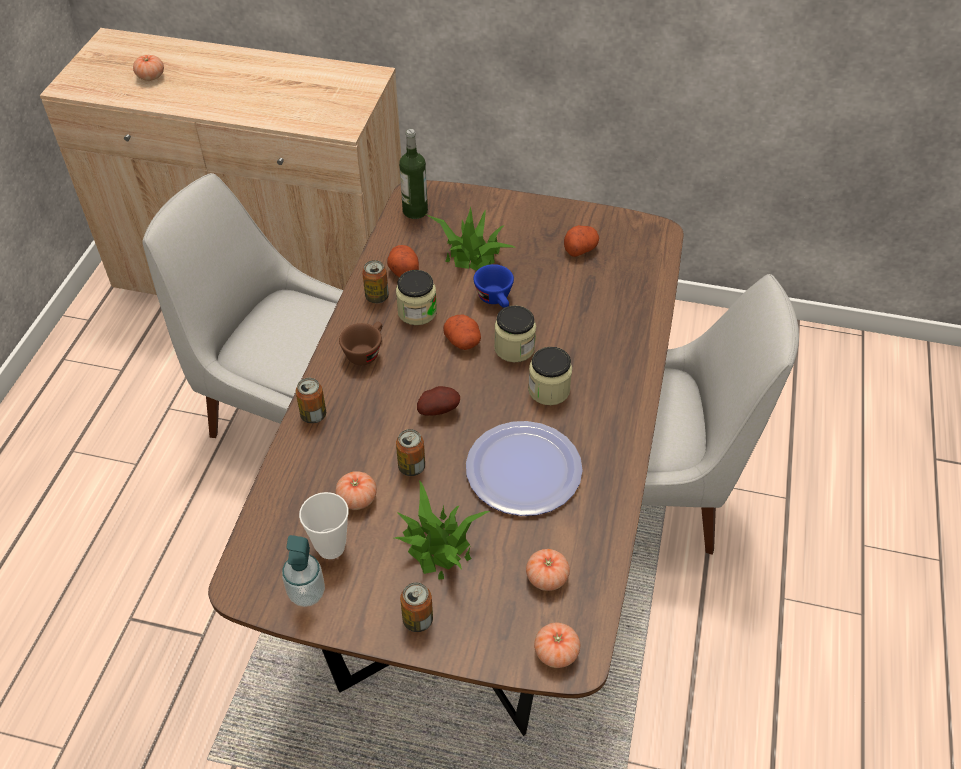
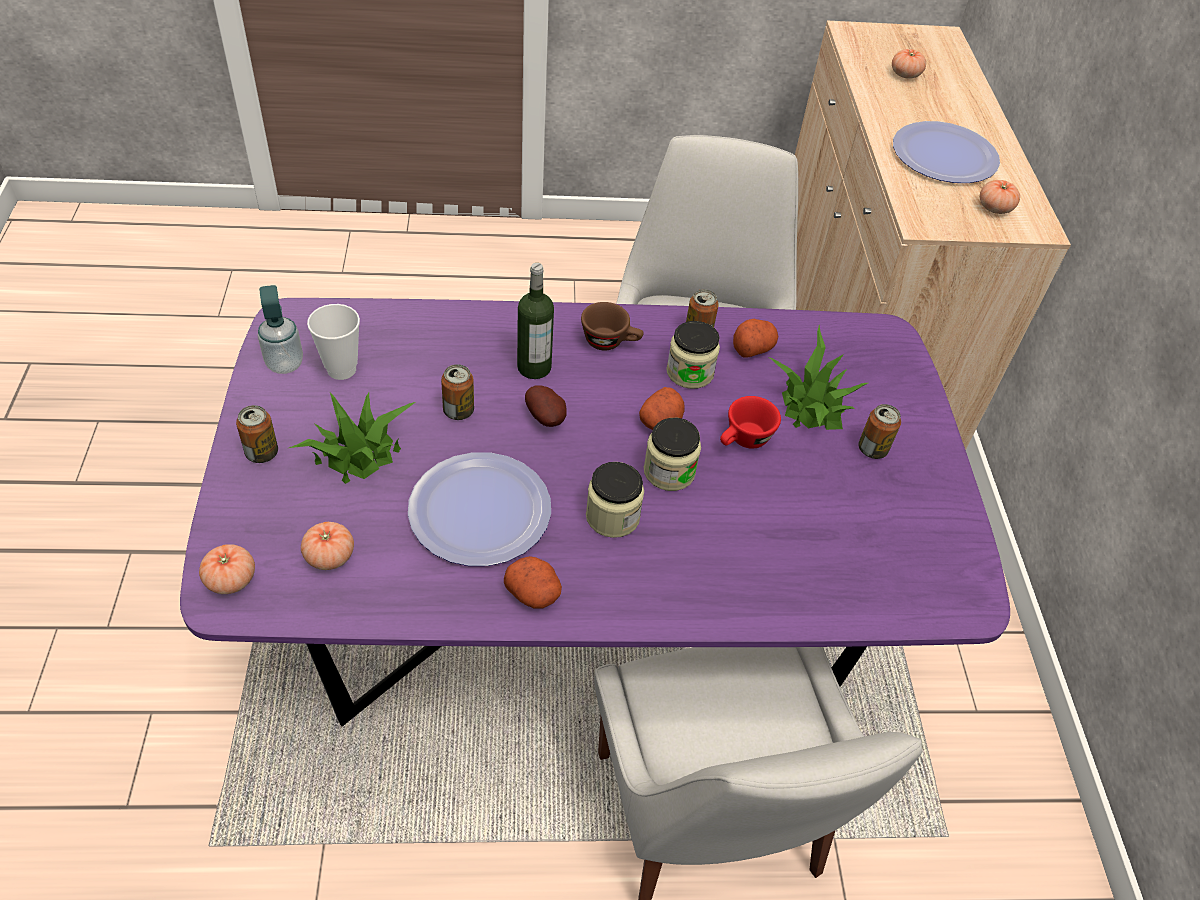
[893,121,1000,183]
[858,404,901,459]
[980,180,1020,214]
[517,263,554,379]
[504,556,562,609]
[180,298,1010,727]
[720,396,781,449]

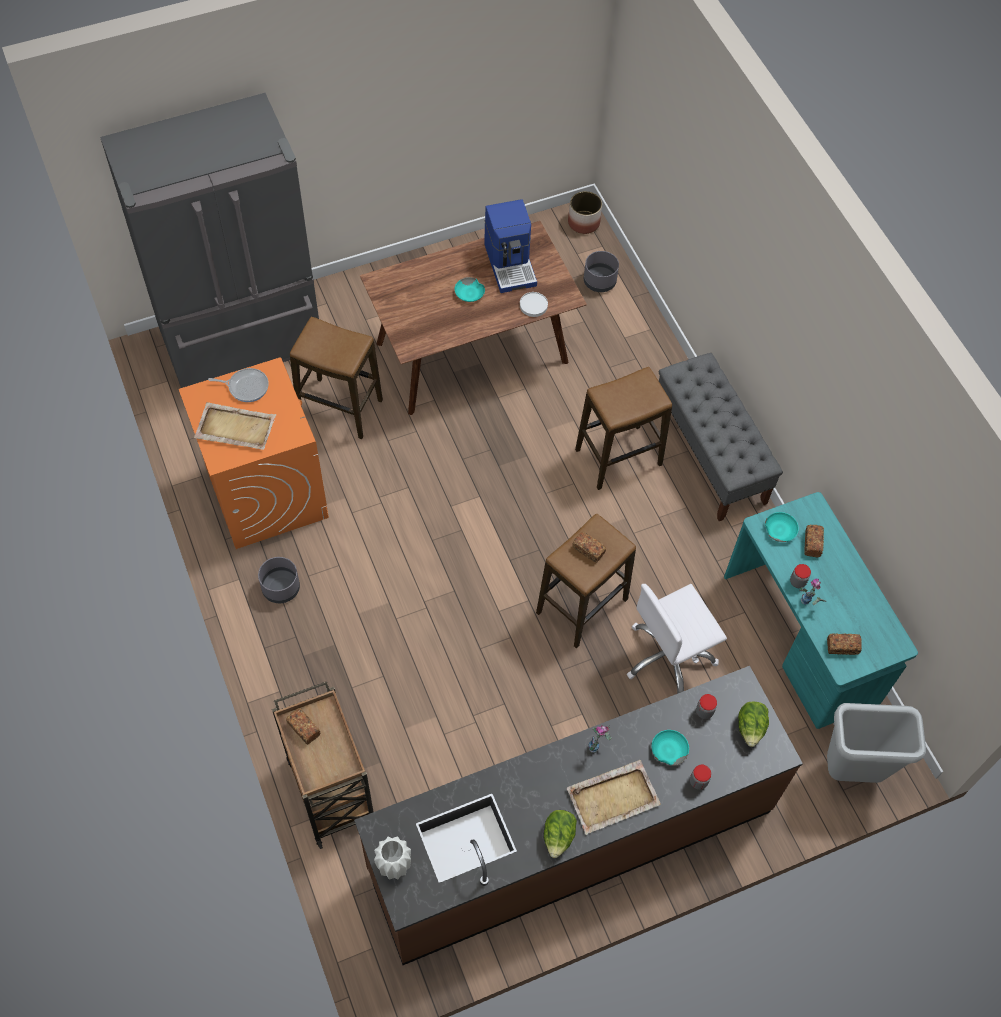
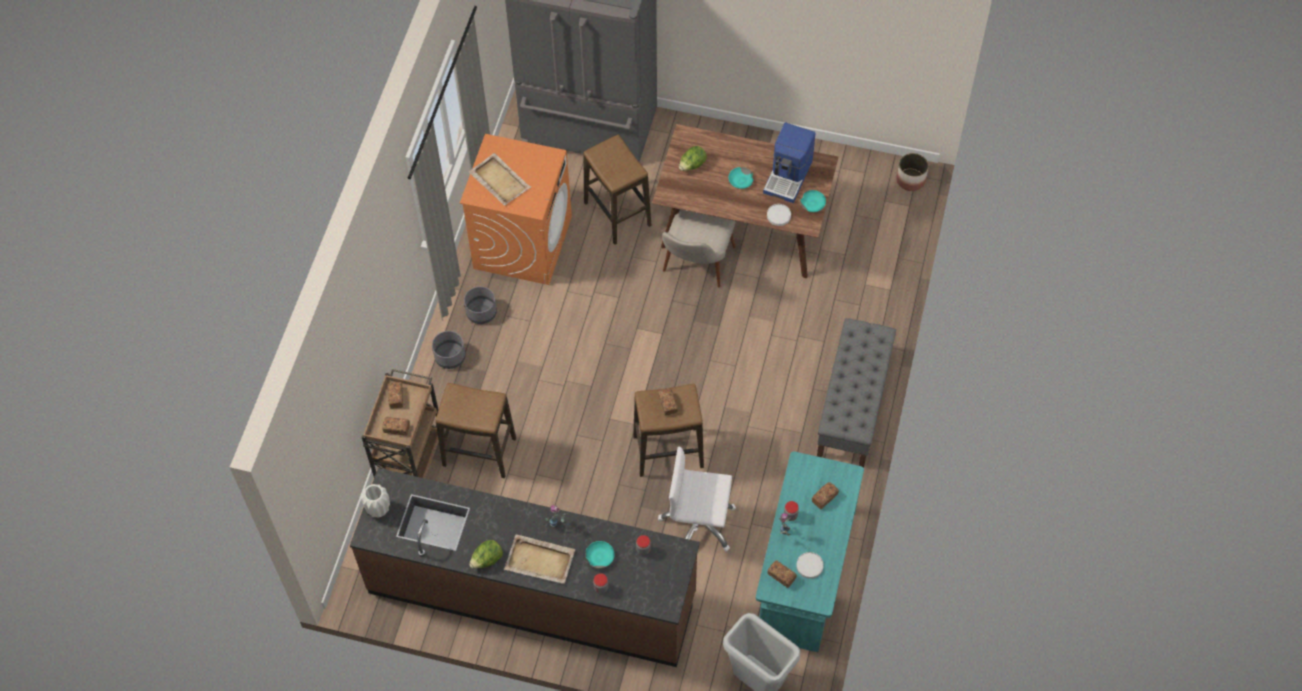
[208,368,269,402] (first image)
[382,417,410,435]
[662,209,736,288]
[796,552,824,579]
[436,383,516,478]
[432,331,466,369]
[679,146,707,171]
[800,190,826,212]

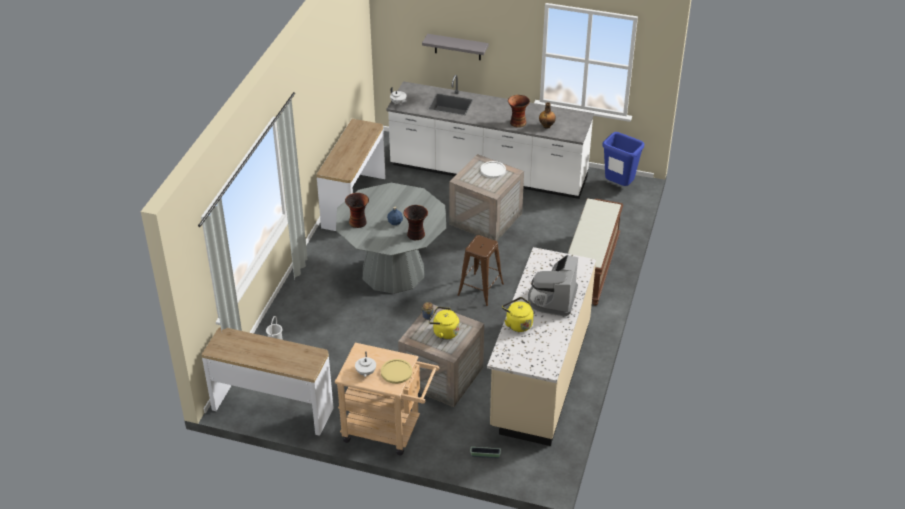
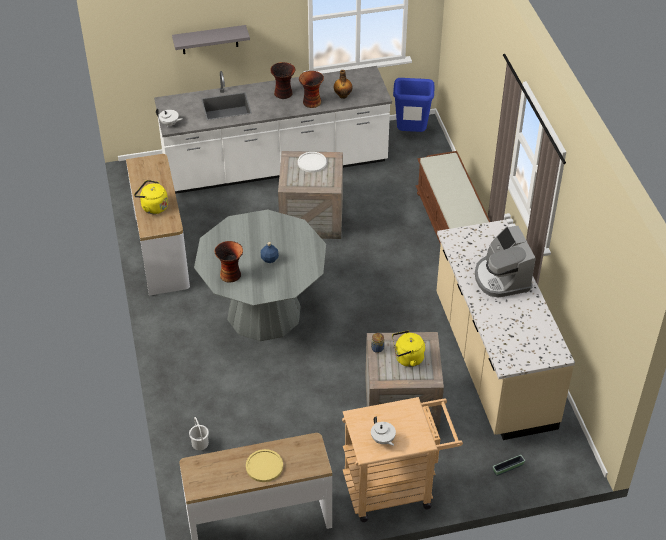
[458,235,504,306] (first image)
[246,449,283,482]
[270,62,295,99]
[134,180,168,214]

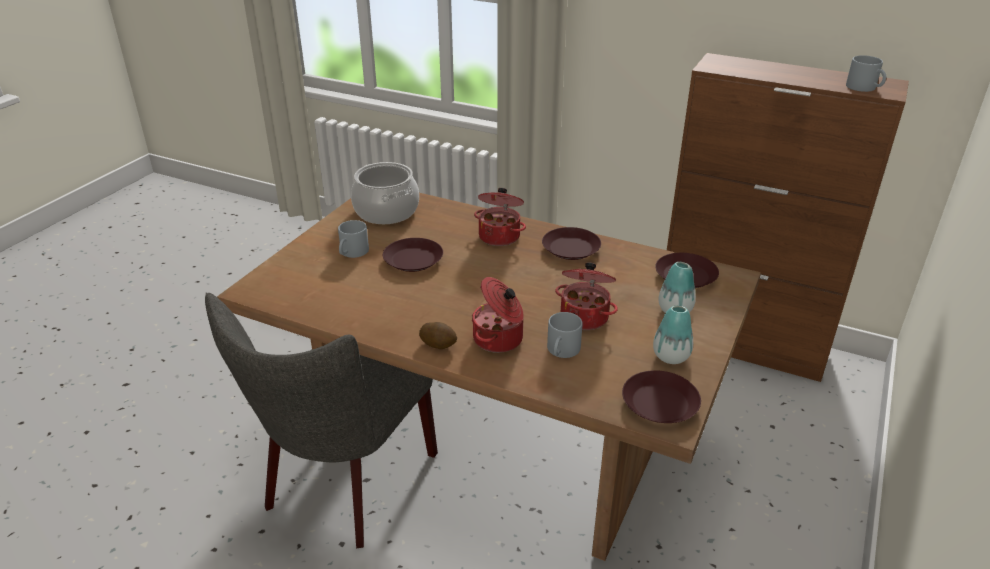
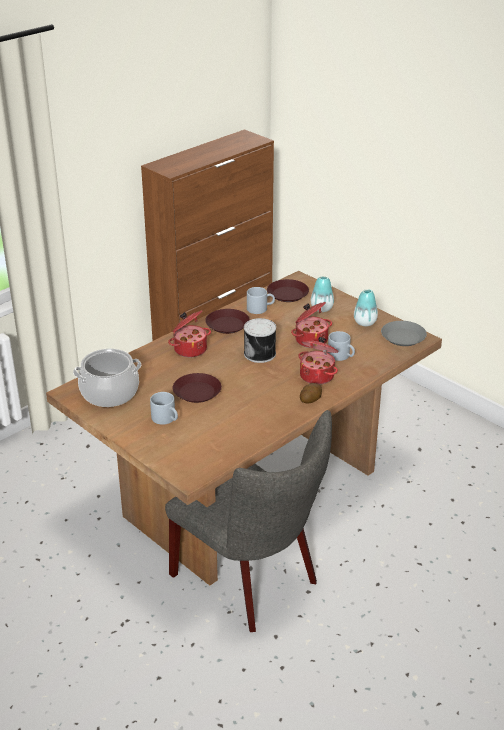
[244,318,276,363]
[247,287,275,314]
[381,321,427,346]

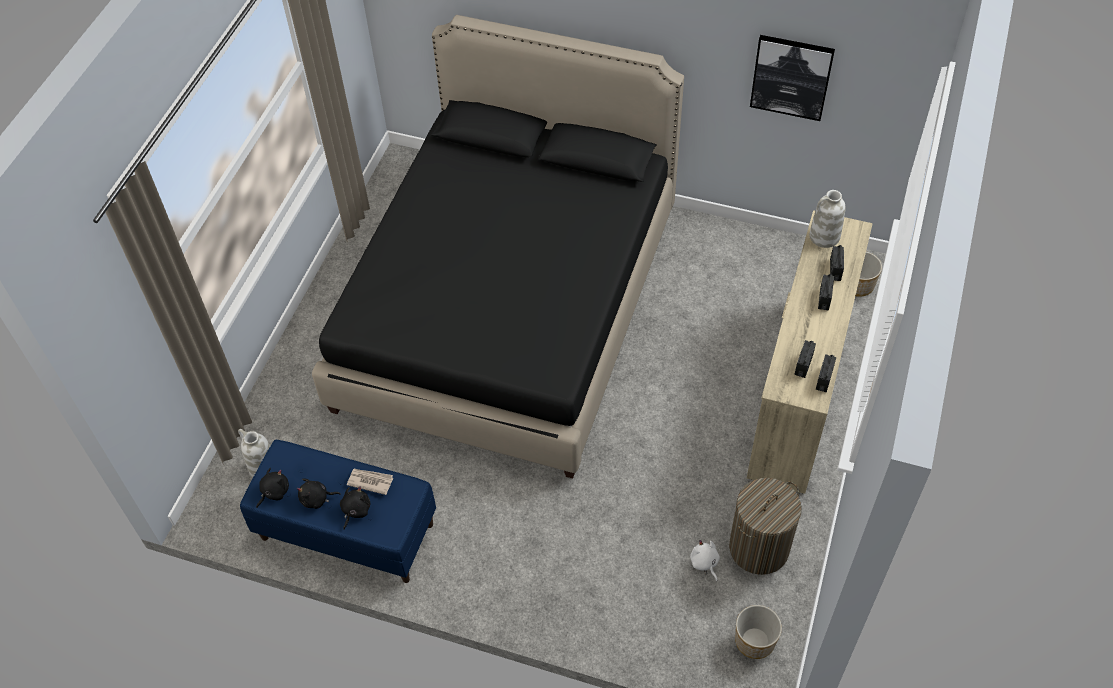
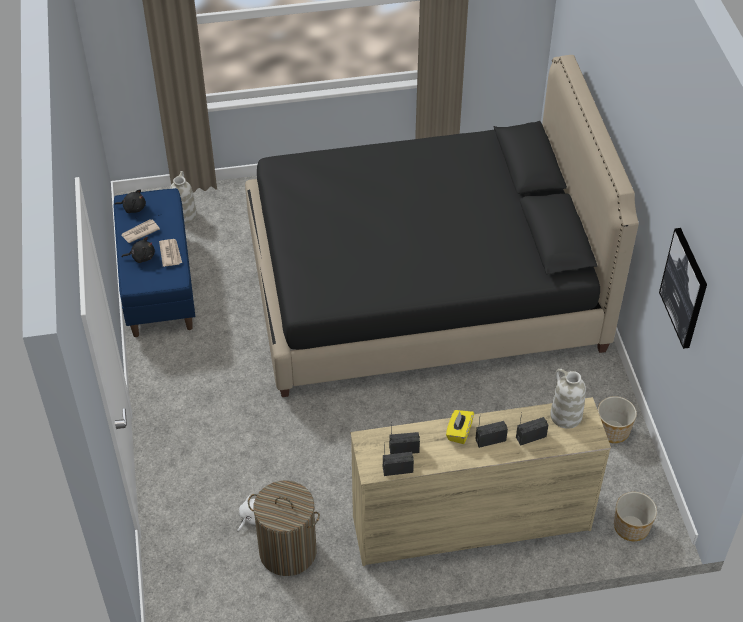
[446,410,474,444]
[598,396,637,443]
[121,219,160,243]

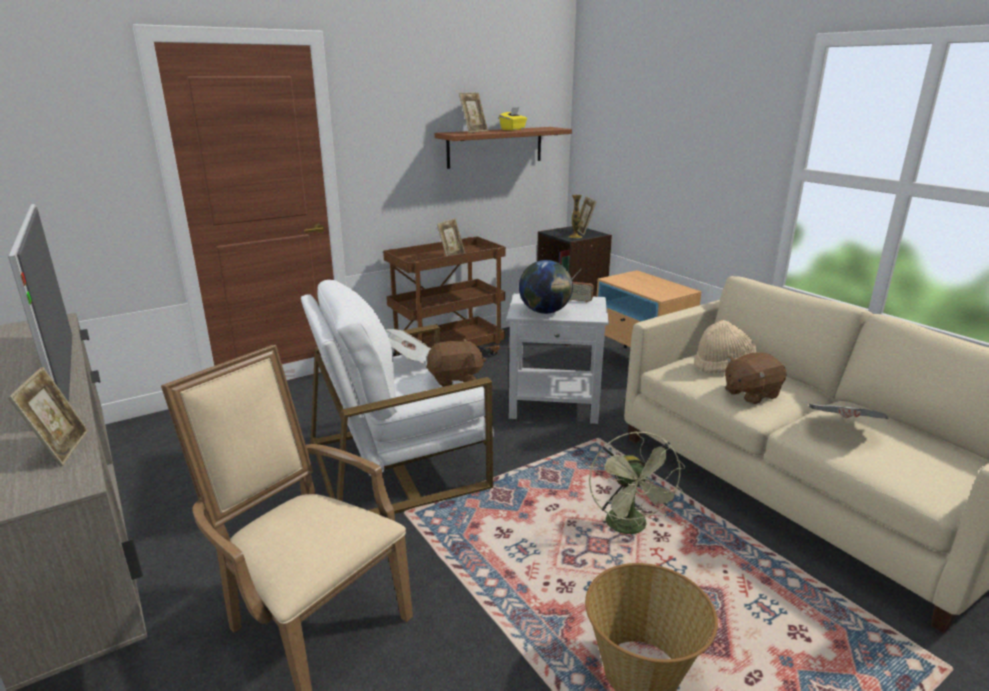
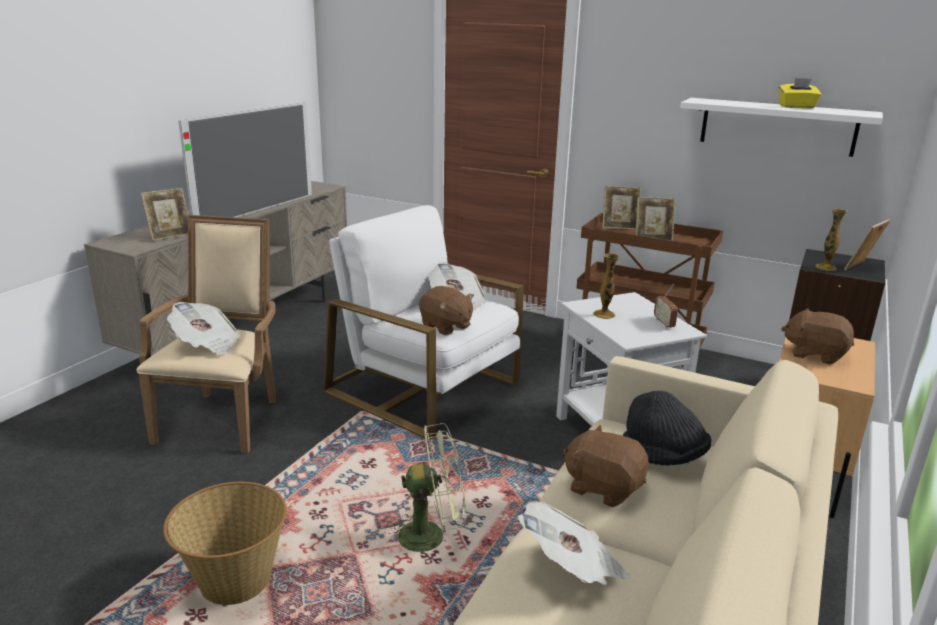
[167,302,241,355]
[781,308,854,365]
[602,186,641,230]
[593,253,620,319]
[680,98,883,157]
[622,391,711,466]
[384,423,466,554]

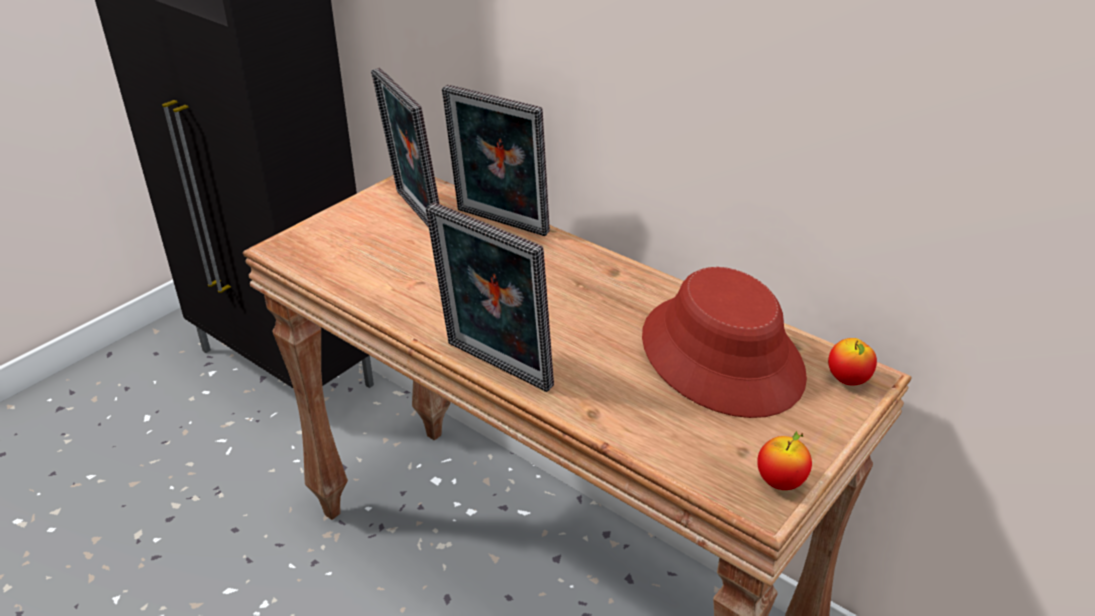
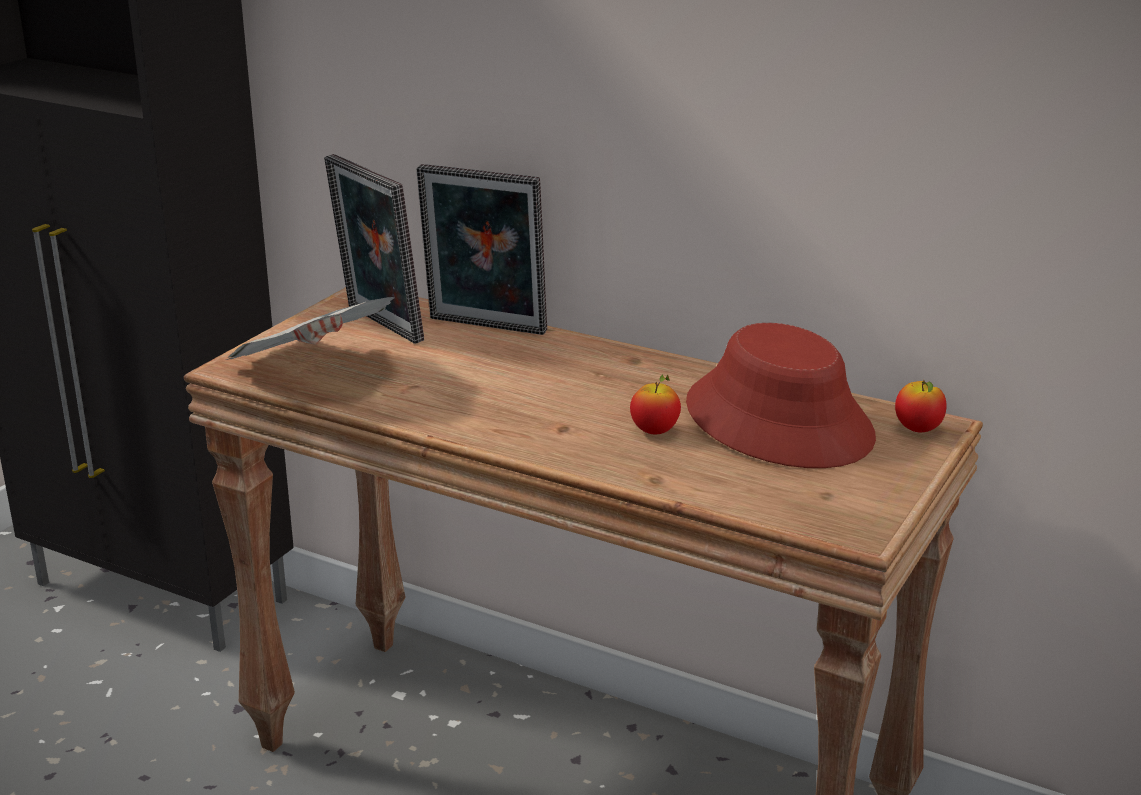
[425,202,554,392] (first image)
[226,297,394,360]
[630,374,681,435]

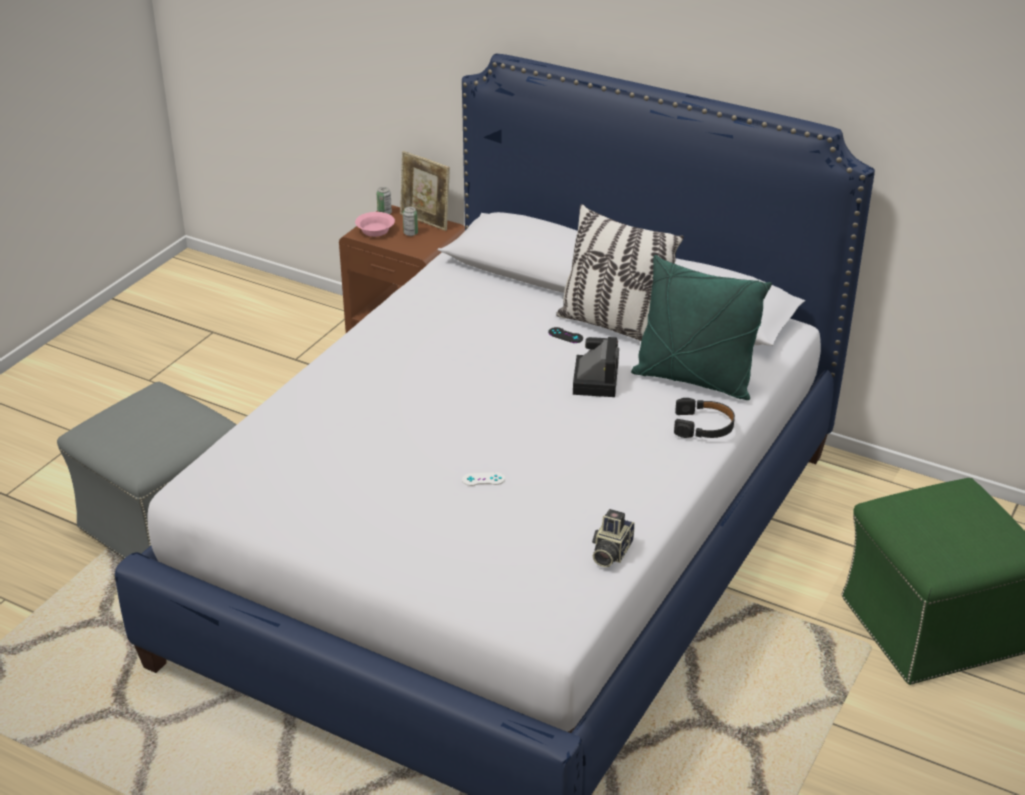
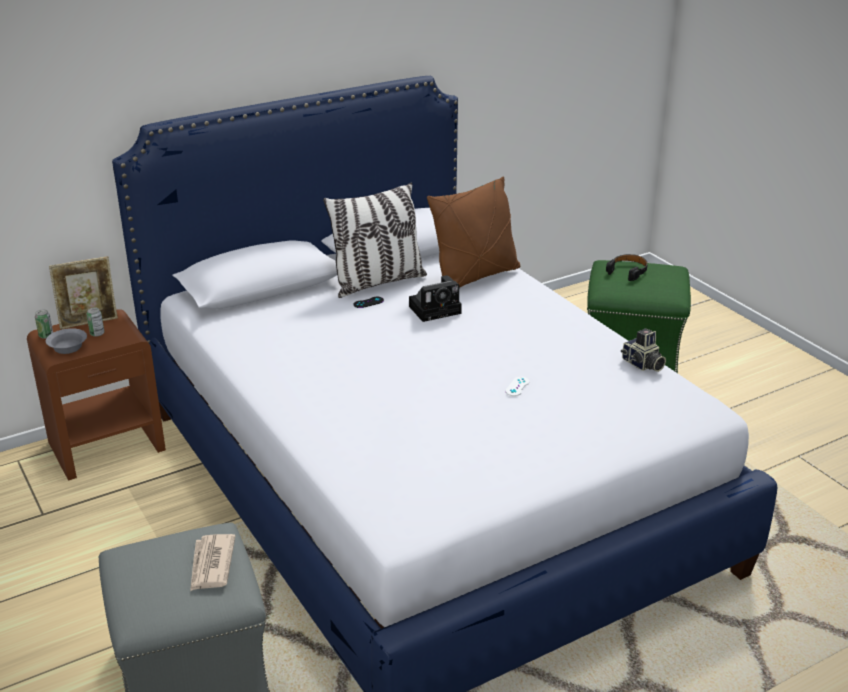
[190,534,235,591]
[606,254,648,281]
[46,328,87,354]
[427,176,520,288]
[409,275,462,322]

